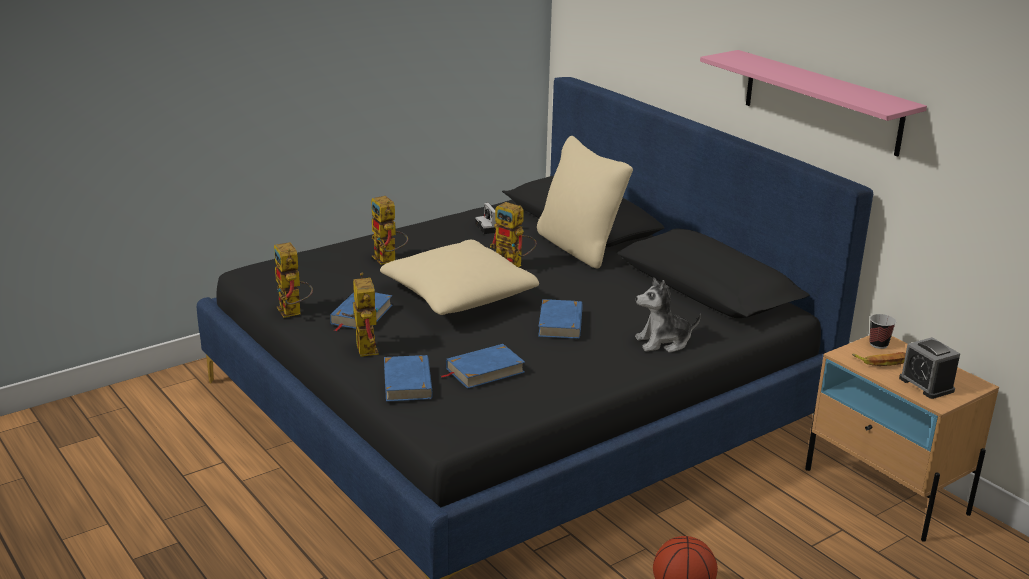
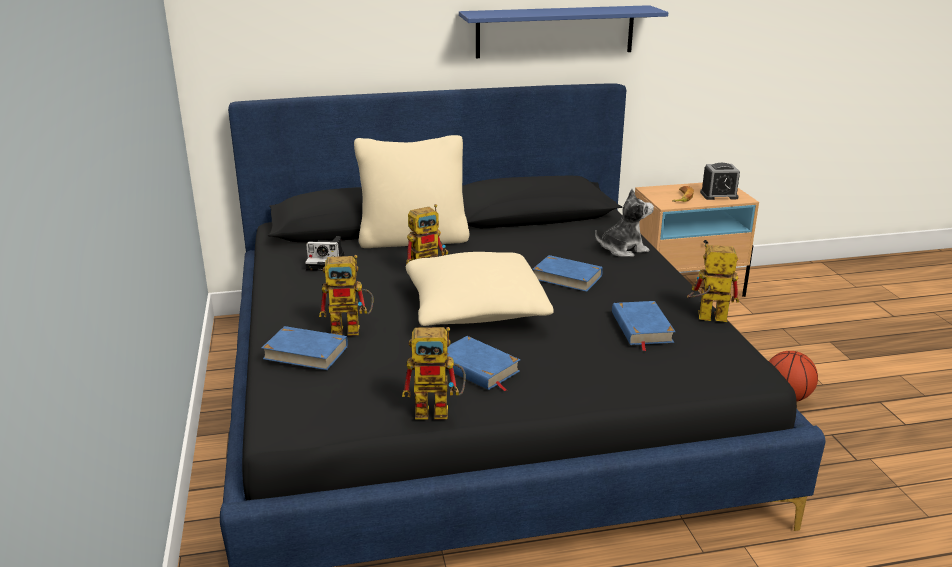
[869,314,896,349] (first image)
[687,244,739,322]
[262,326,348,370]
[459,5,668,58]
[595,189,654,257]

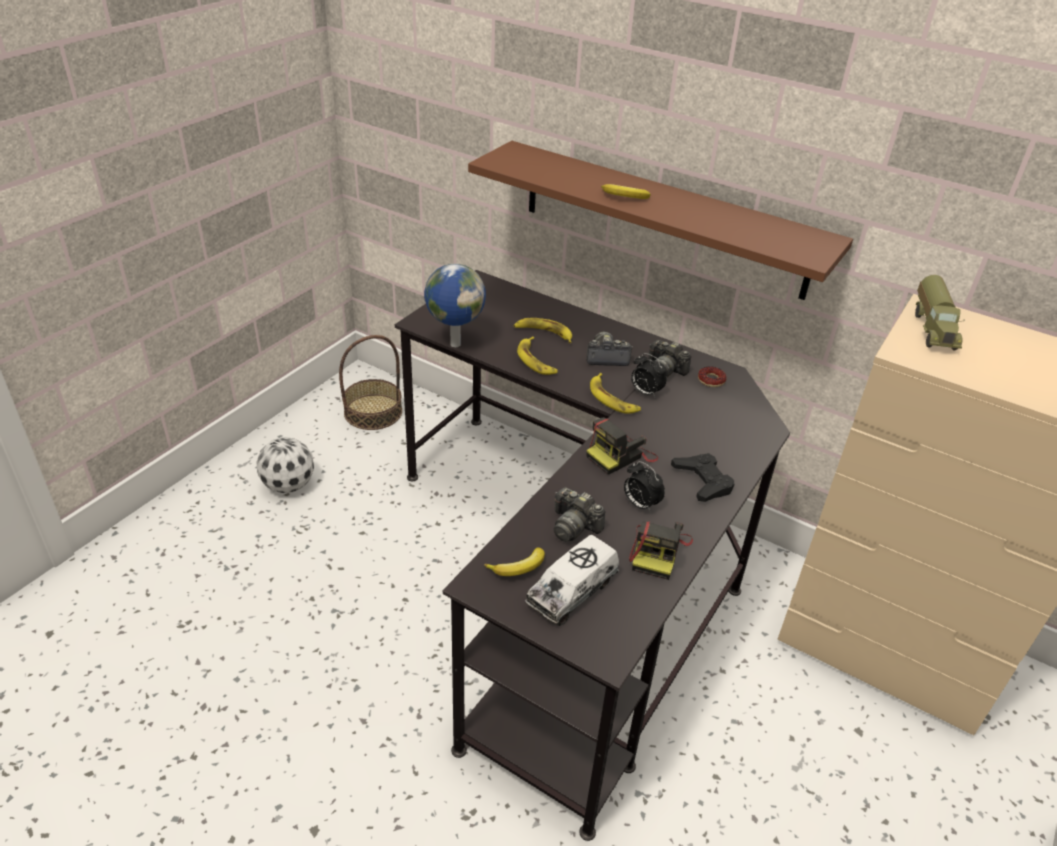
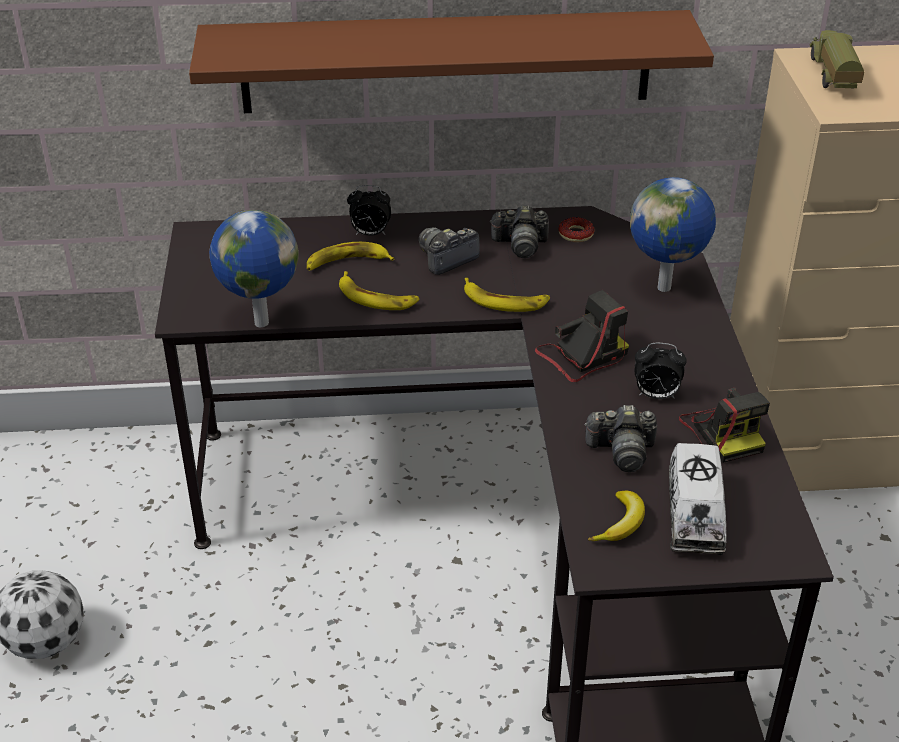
[339,335,402,430] (first image)
[601,184,651,199] (first image)
[671,453,735,502] (first image)
[630,177,716,292]
[347,185,391,236]
[535,290,629,382]
[810,30,864,89]

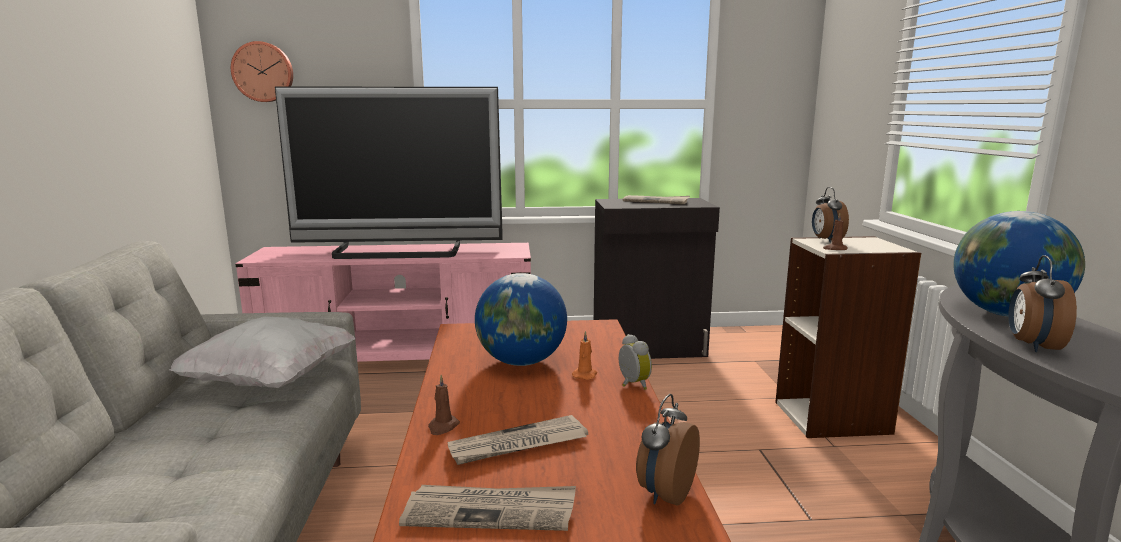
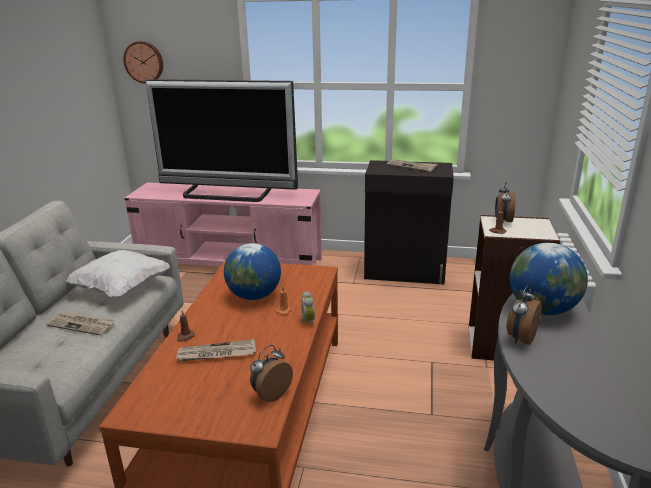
[46,312,115,336]

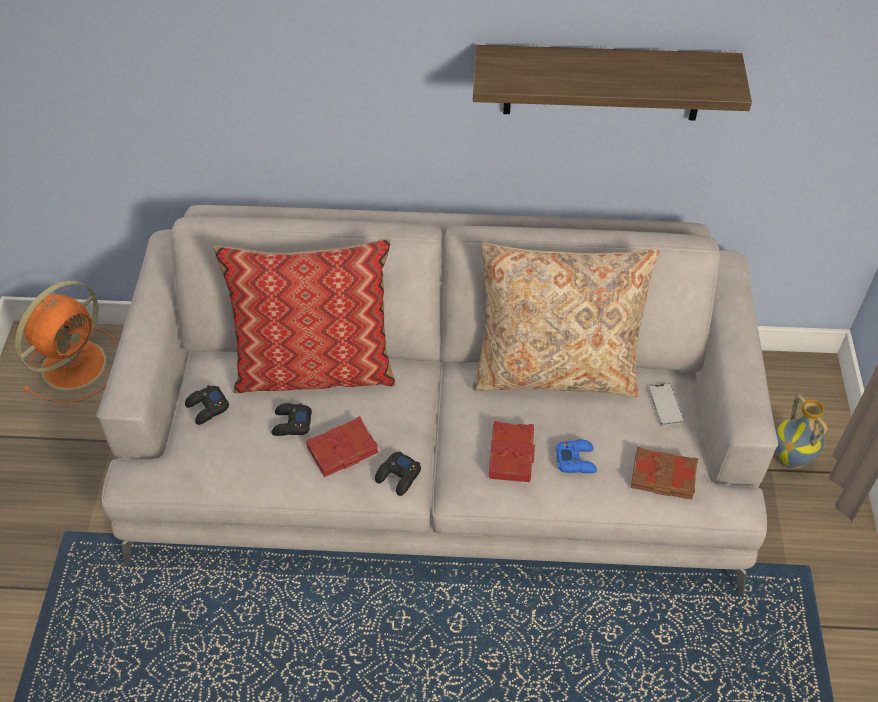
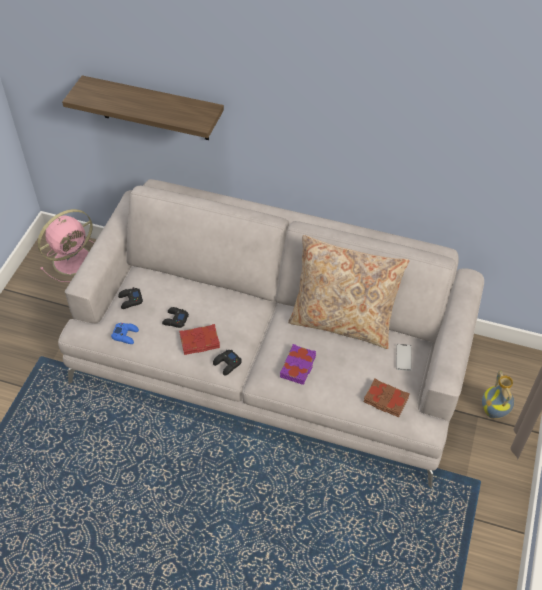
[213,238,396,393] (first image)
[62,75,224,140]
[111,323,139,344]
[38,209,94,282]
[280,344,316,385]

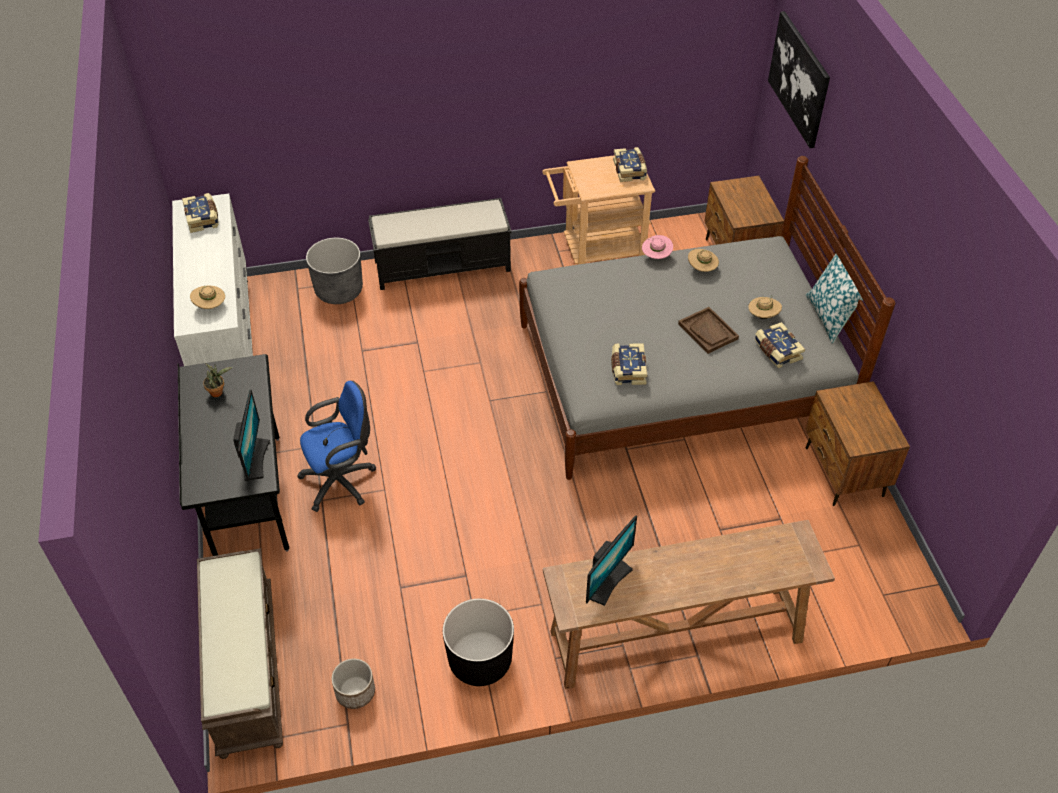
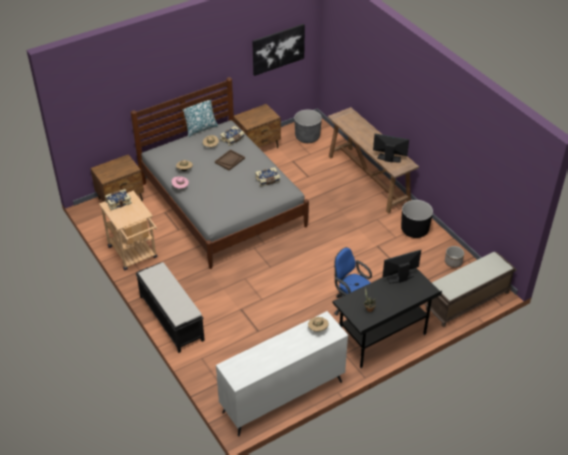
[182,193,219,233] (first image)
[294,110,322,143]
[252,24,305,76]

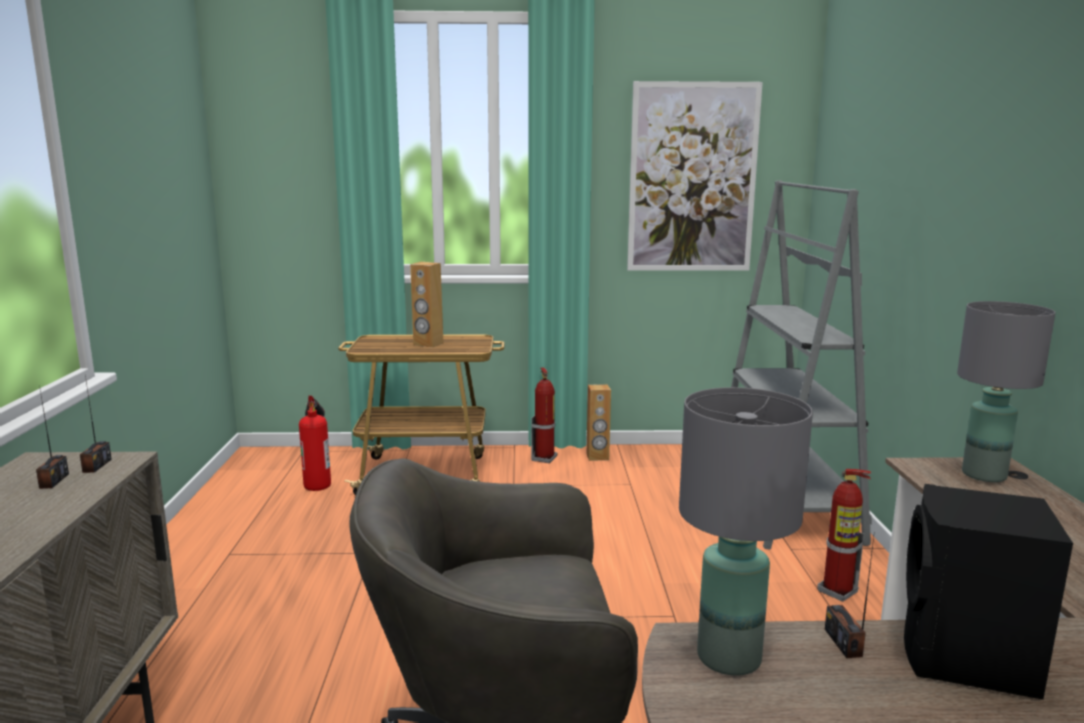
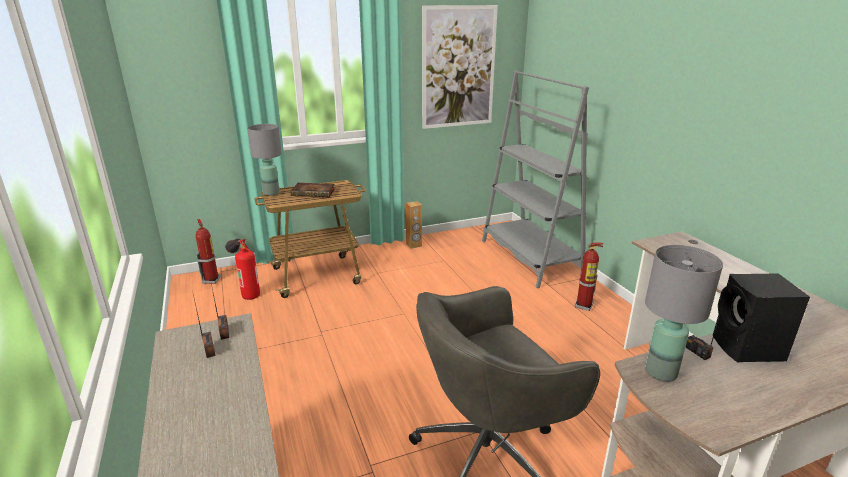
[196,219,221,284]
[247,124,282,196]
[291,183,335,197]

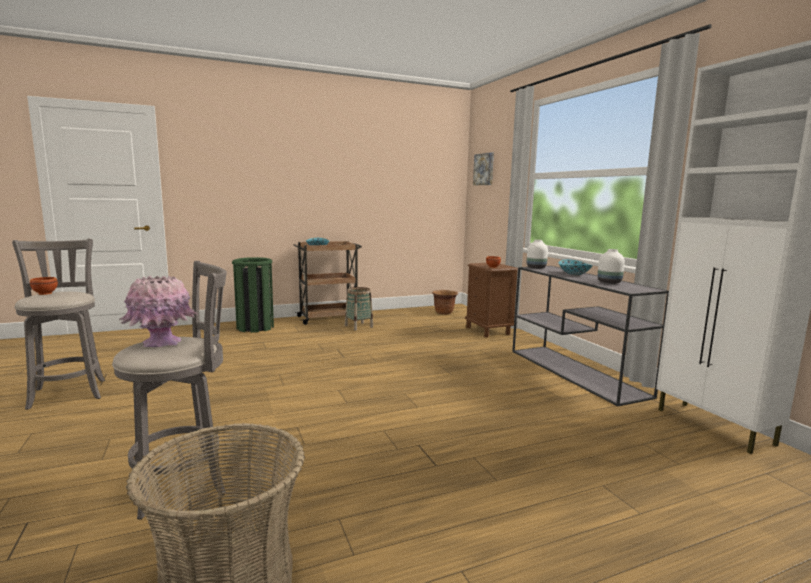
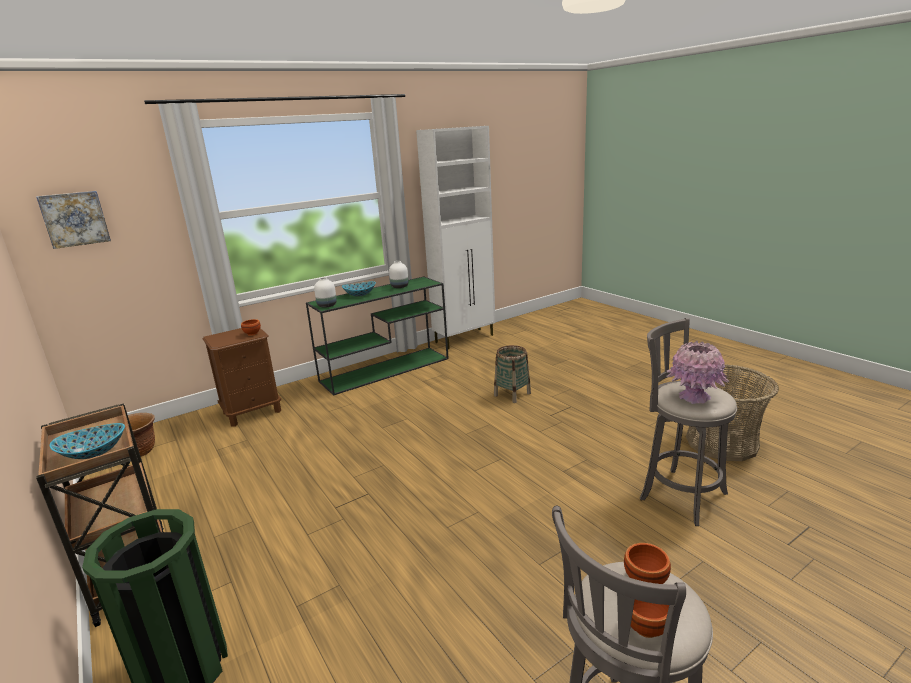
[624,543,671,584]
[494,345,531,403]
[306,276,449,395]

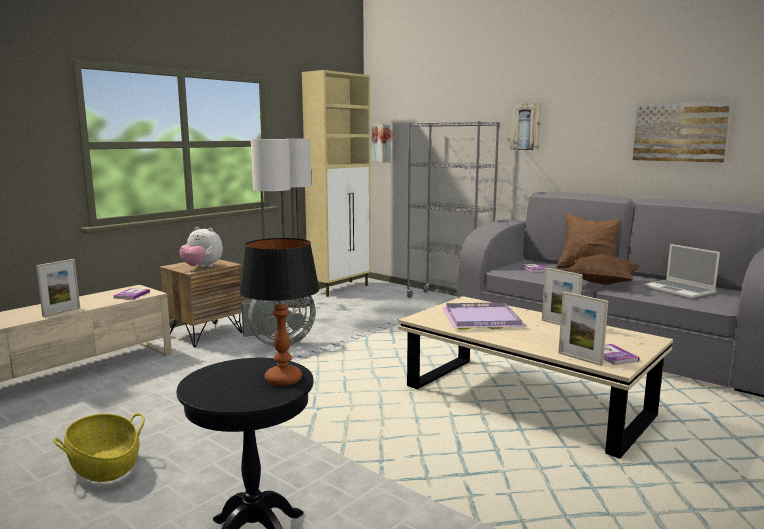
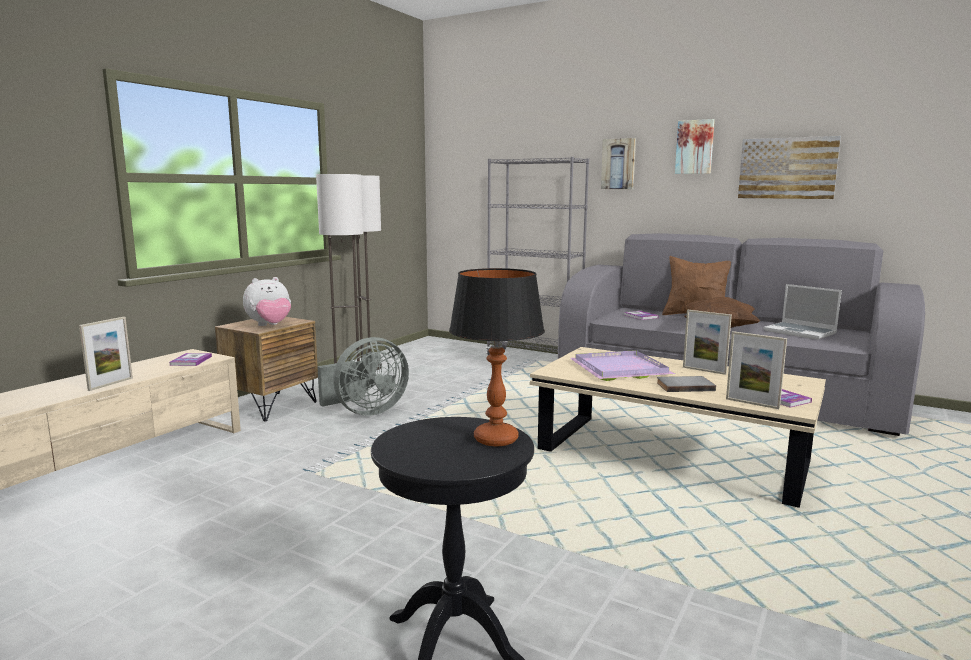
[54,413,145,482] (first image)
[302,70,371,297] (first image)
[657,376,716,392]
[675,119,715,174]
[243,277,291,326]

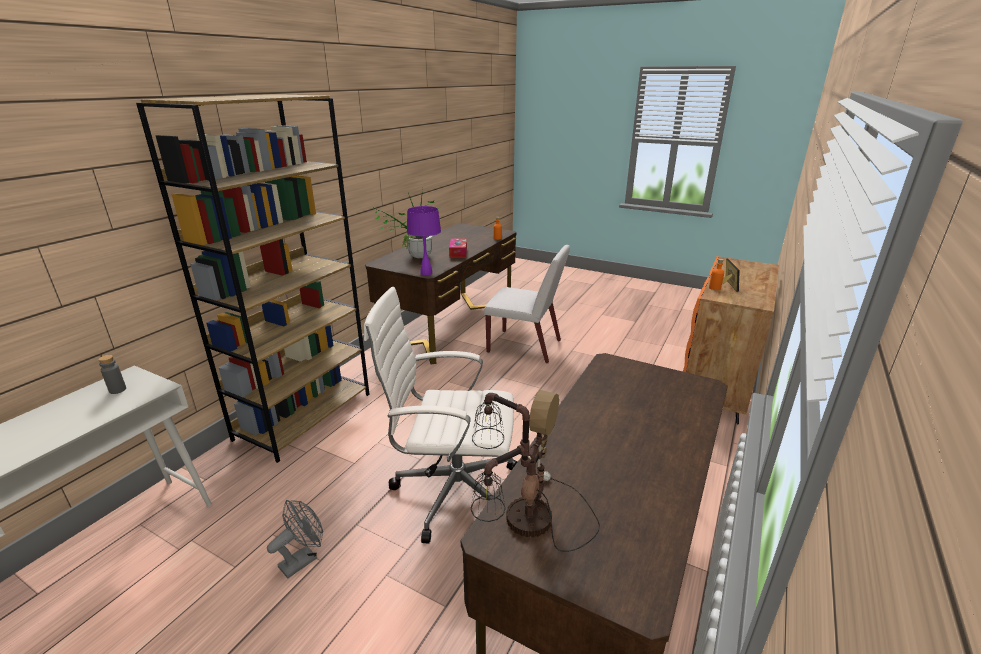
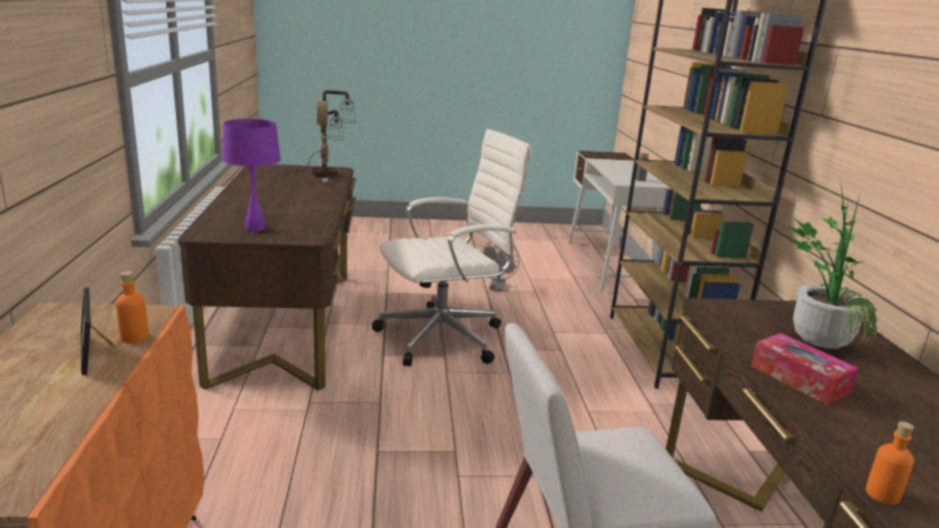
[222,119,281,231]

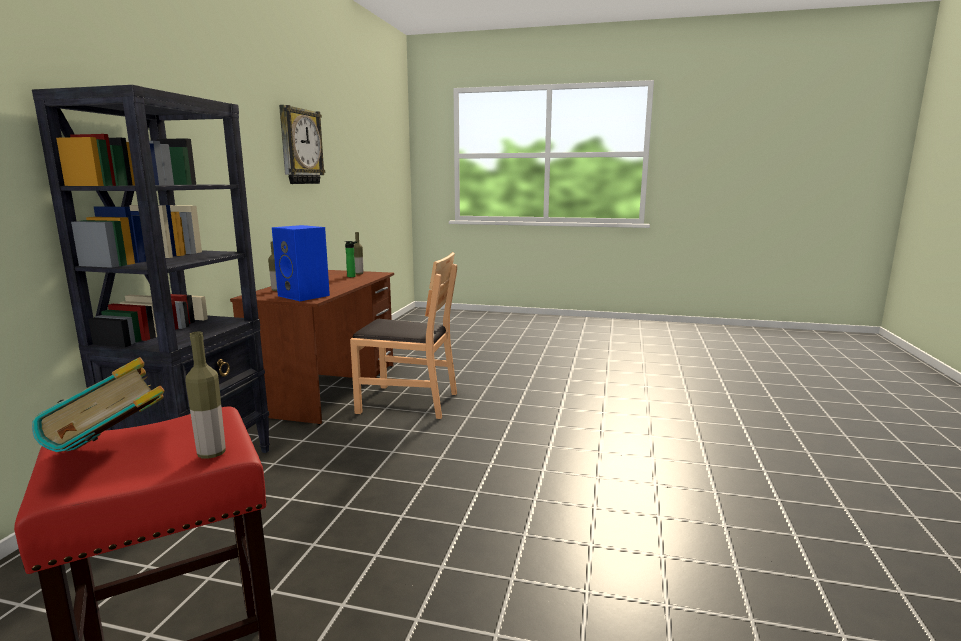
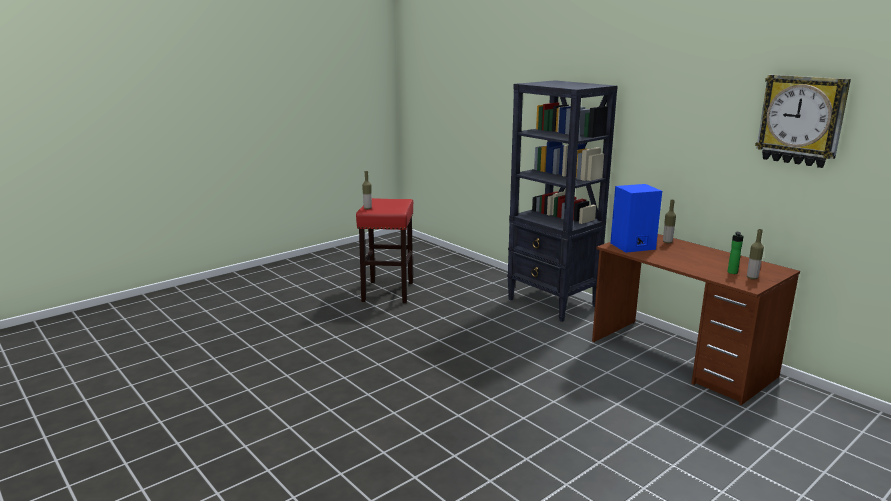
[32,357,164,452] (first image)
[350,252,457,419] (first image)

